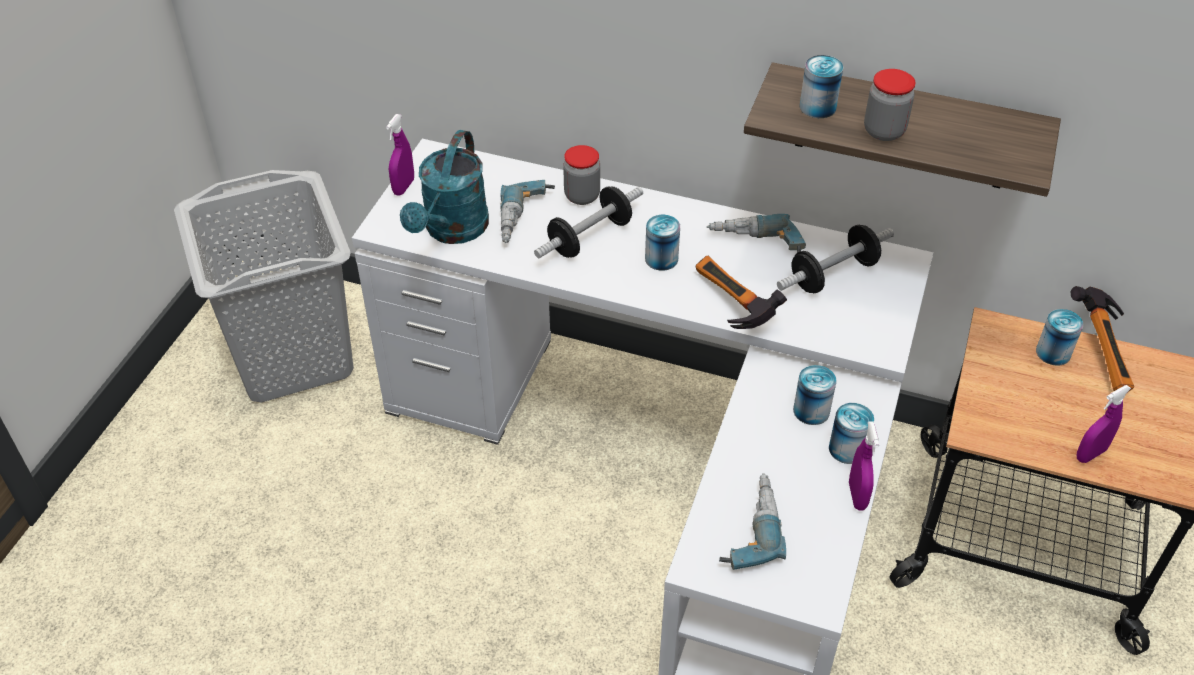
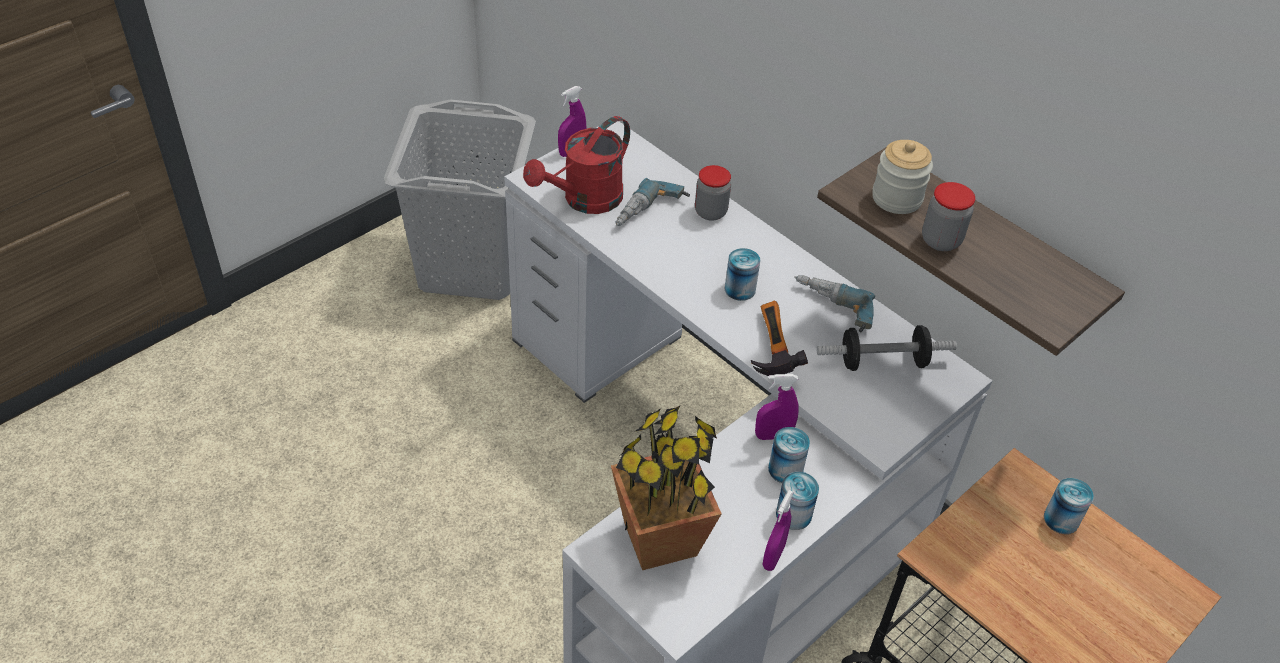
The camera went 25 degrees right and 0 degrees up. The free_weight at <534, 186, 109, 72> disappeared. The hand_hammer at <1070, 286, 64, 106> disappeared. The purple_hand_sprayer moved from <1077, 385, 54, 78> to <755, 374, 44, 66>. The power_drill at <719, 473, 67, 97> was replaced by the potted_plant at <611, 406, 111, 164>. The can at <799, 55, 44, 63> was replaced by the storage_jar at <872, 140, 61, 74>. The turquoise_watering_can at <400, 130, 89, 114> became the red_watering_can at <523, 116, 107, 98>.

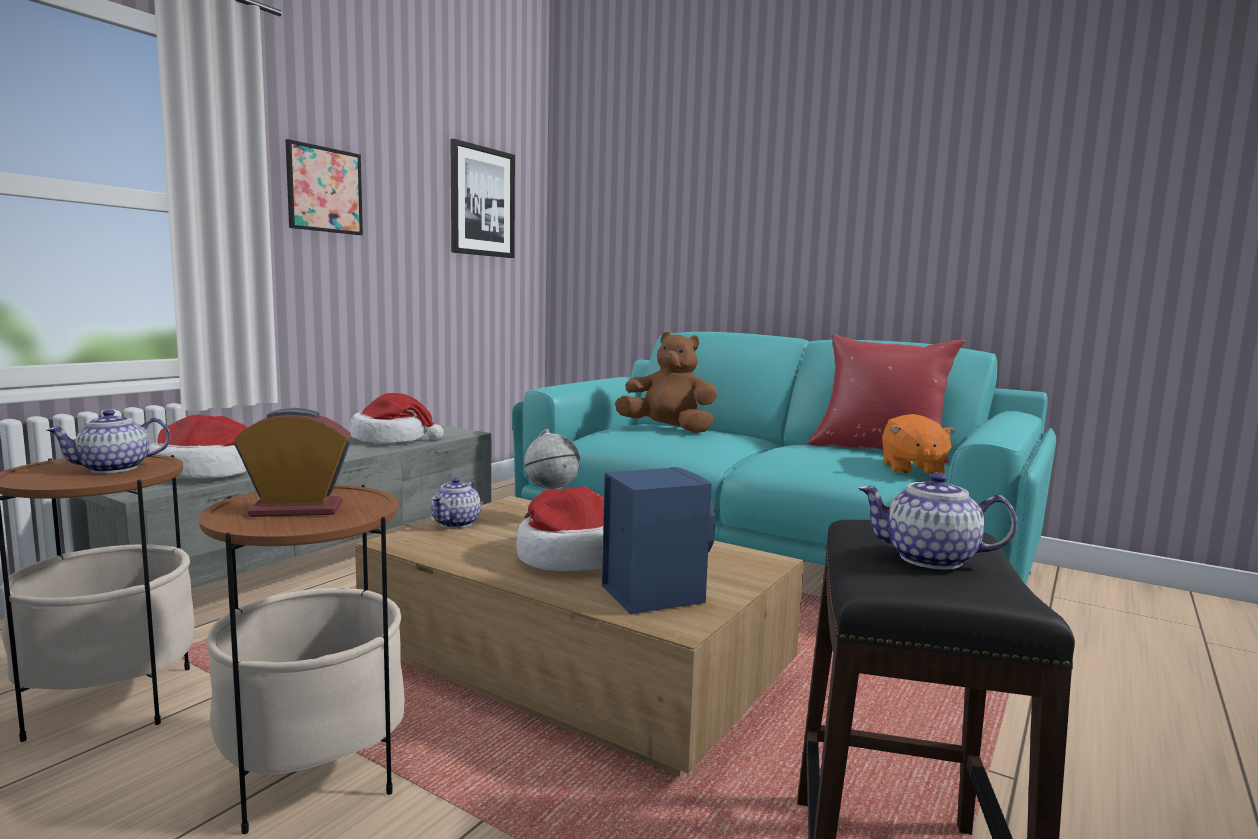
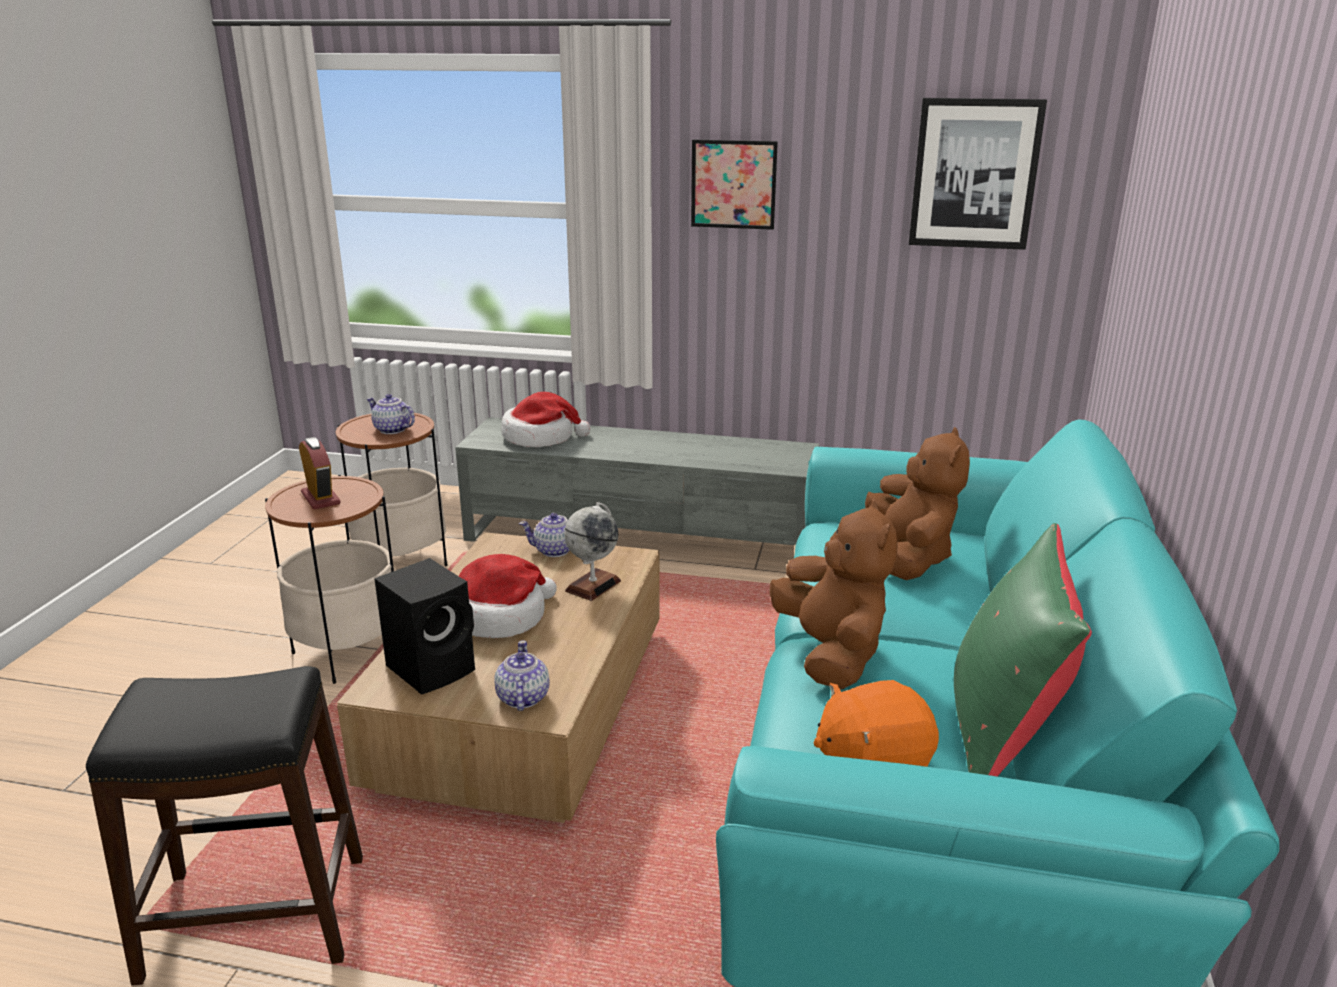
The camera went 70 degrees right and 15 degrees up. The hat at <349, 393, 95, 50> disappeared. The brown_soft_toy at <770, 499, 128, 191> appeared. The teapot moved from <858, 472, 160, 98> to <494, 640, 56, 71>. The bluish_loudspeaker at <602, 467, 113, 147> became the black-coloured_loudspeaker at <374, 558, 101, 137>. The red_pillow at <808, 334, 157, 129> became the greenish_pillow at <954, 523, 138, 253>.

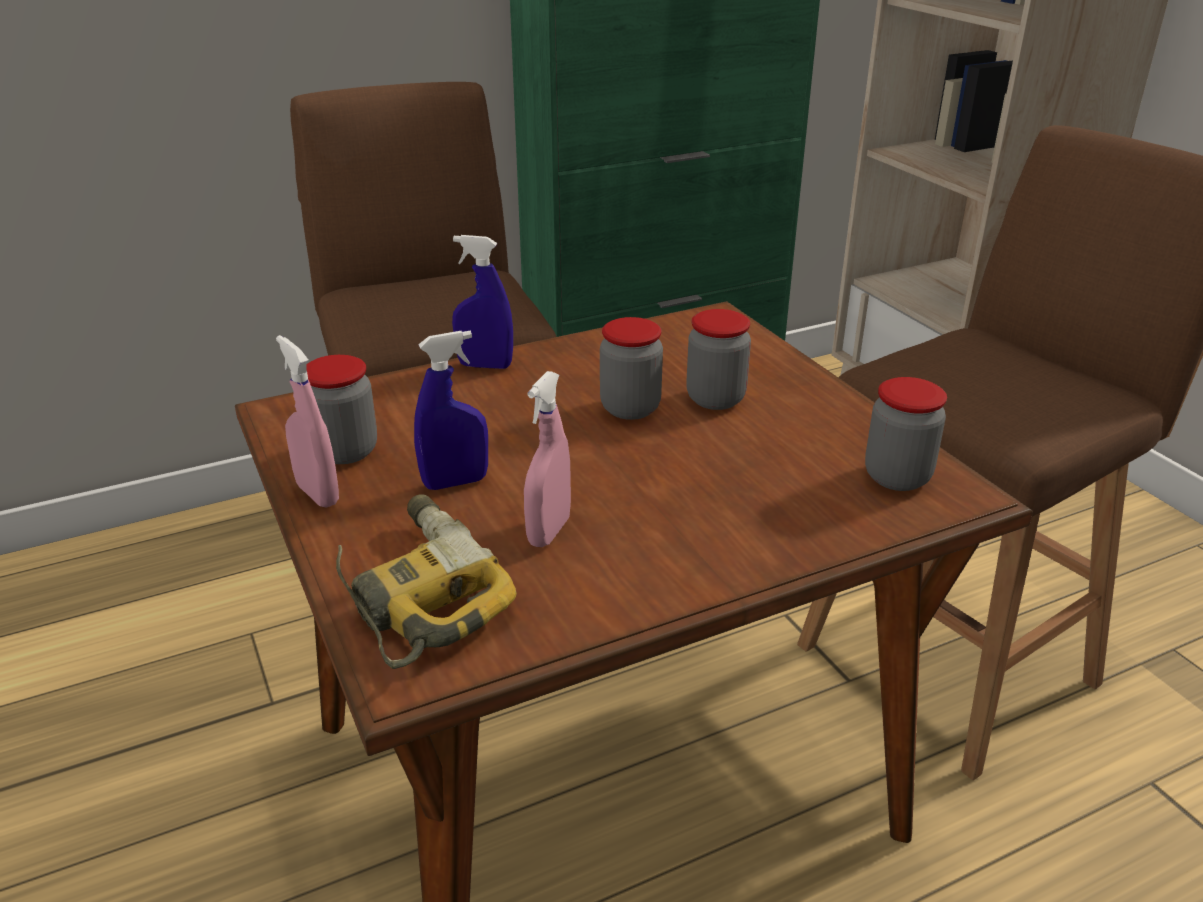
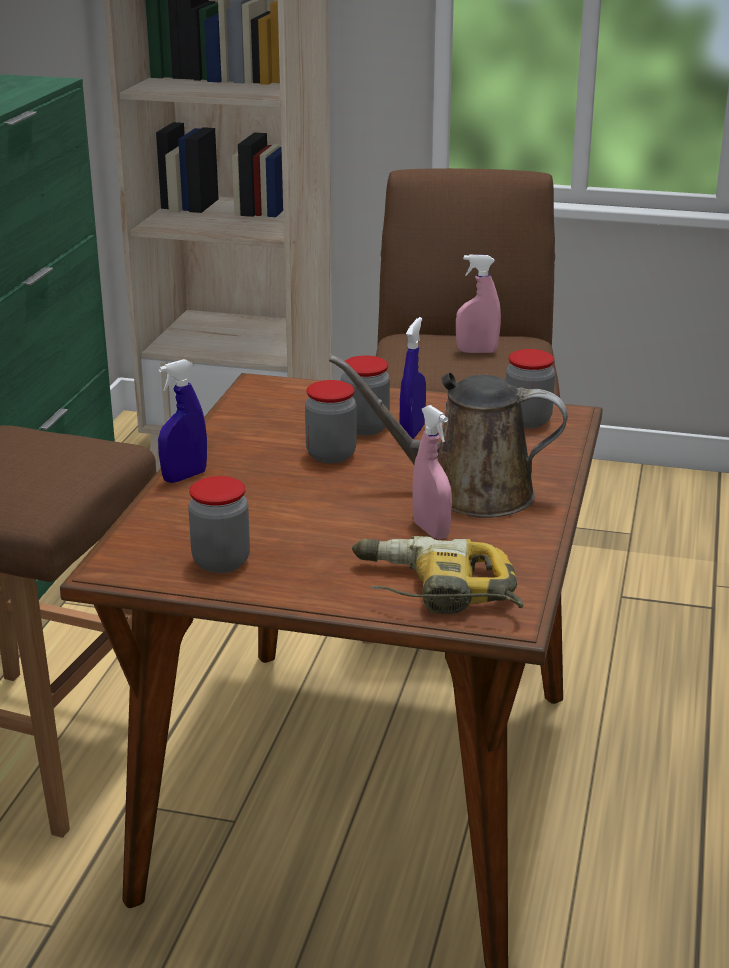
The camera went 50 degrees left and 5 degrees down. The brown_watering_can at <329, 355, 239, 163> appeared. The pink-coloured_hand_sprayer moved from <276, 335, 63, 173> to <456, 255, 45, 98>. The bluish_hand_sprayer moved from <414, 331, 74, 159> to <399, 317, 27, 122>.

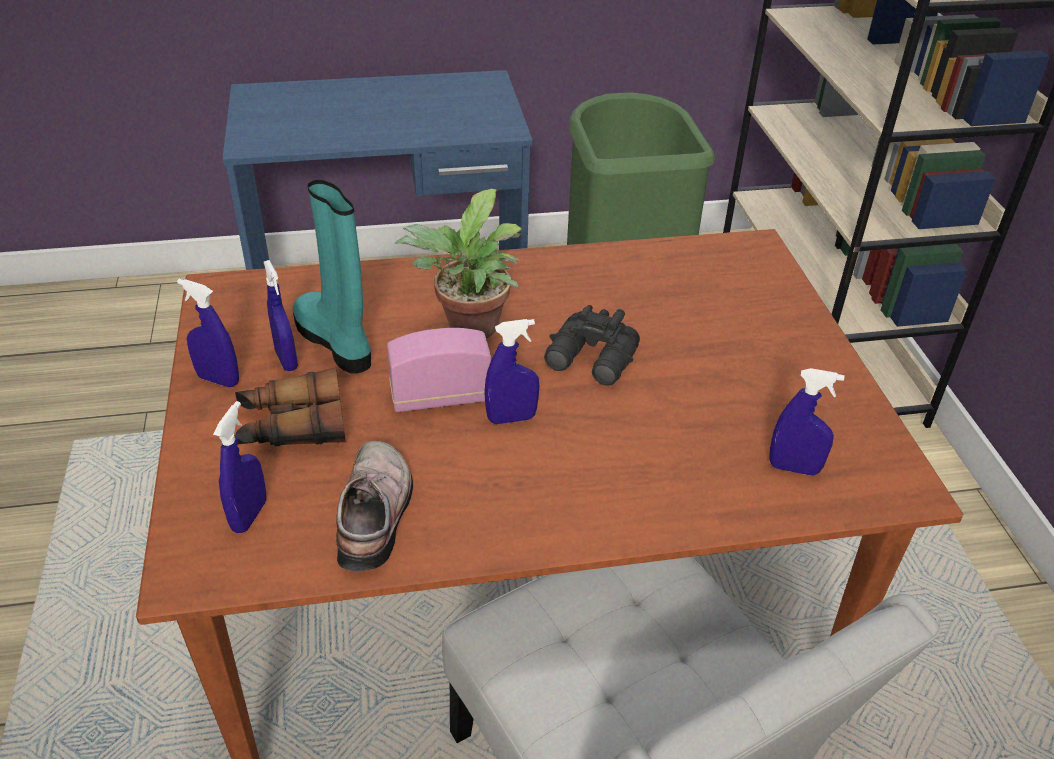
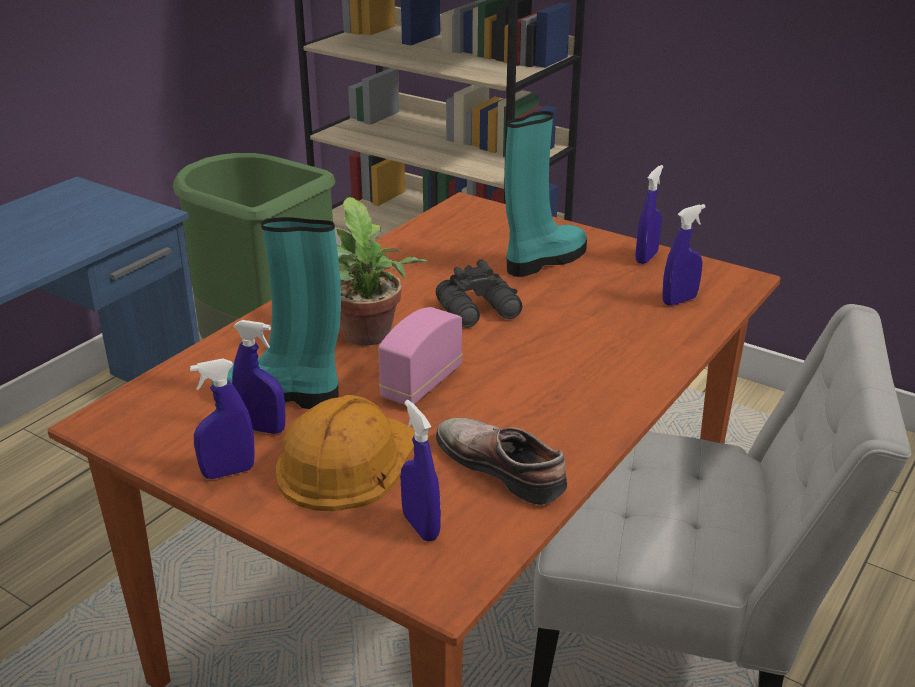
The camera went 45 degrees left and 10 degrees down. The turquoise_boot at <505, 111, 82, 166> appeared. The bluish_hand_sprayer moved from <484, 319, 56, 105> to <636, 165, 28, 99>. The field_glasses at <235, 367, 111, 80> was replaced by the orange-coloured_work_helmet at <276, 395, 139, 116>.

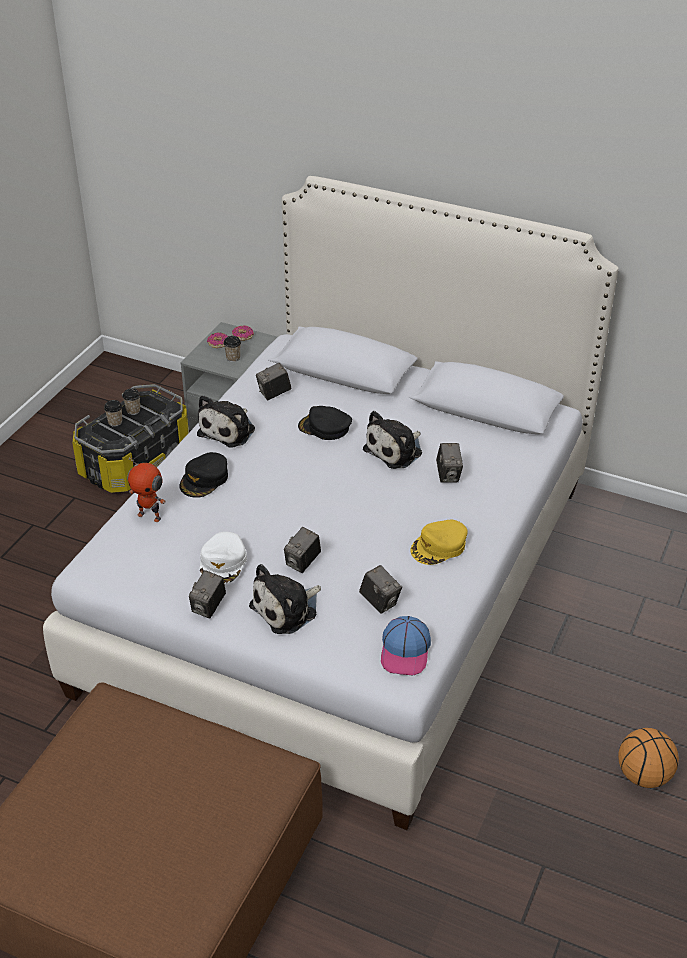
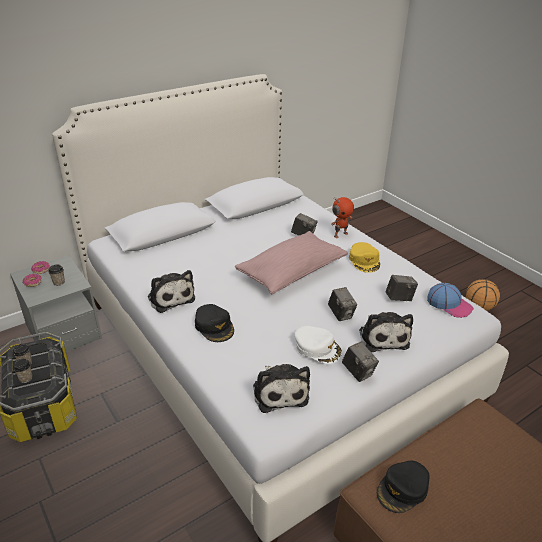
The camera went 60 degrees left and 5 degrees down. The photo_camera at <256, 363, 35, 37> disappeared. The pink-coloured_pillow at <235, 231, 113, 63> appeared. The robot_figure moved from <127, 455, 39, 67> to <331, 197, 23, 41>. The black-coloured_cap moved from <298, 406, 54, 34> to <377, 461, 53, 52>. The soft_toy moved from <363, 411, 59, 58> to <253, 364, 57, 49>.

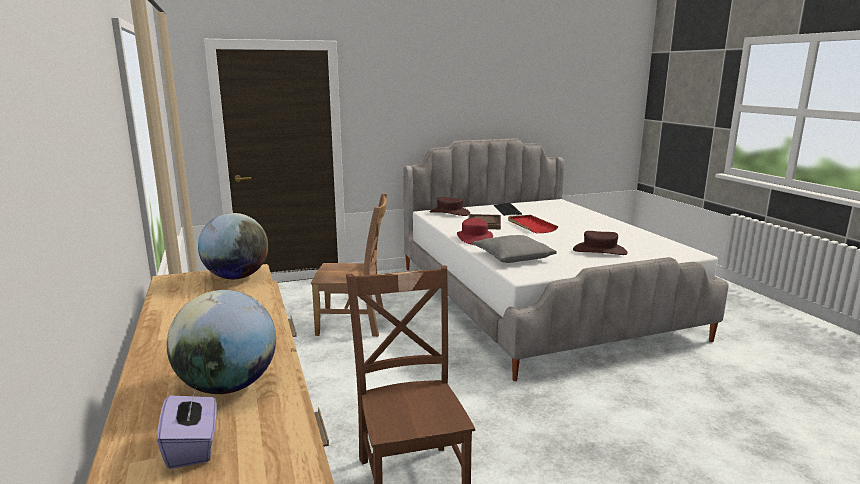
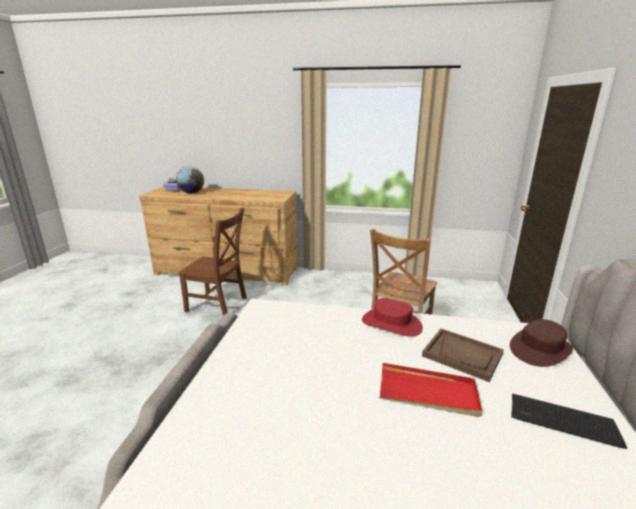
The camera went 120 degrees right and 5 degrees up. The globe at <198, 213, 70, 66> disappeared. The grey_pillow at <472, 235, 85, 28> disappeared. The brown_hat at <573, 231, 55, 24> disappeared.

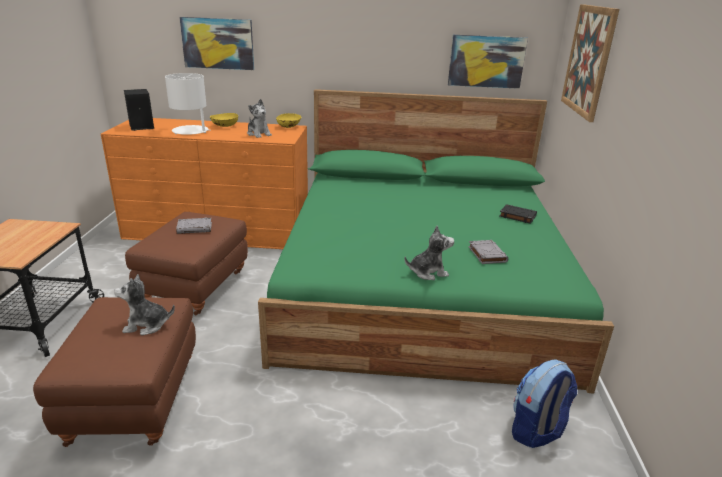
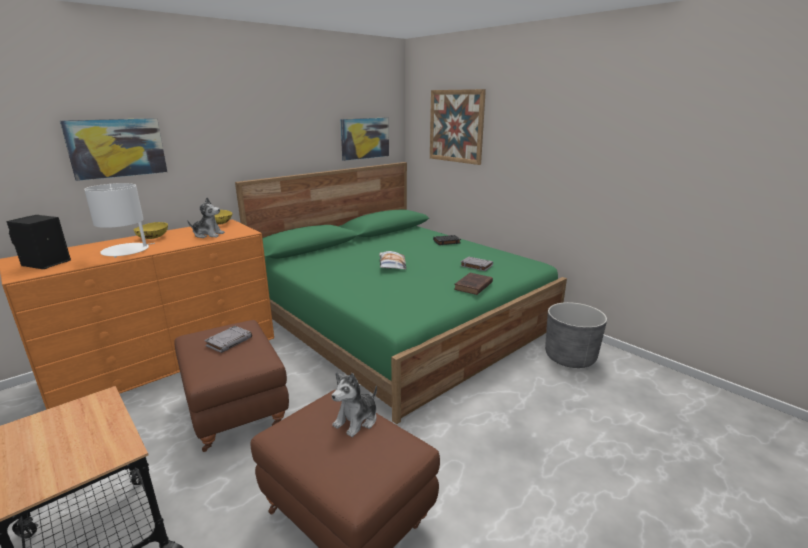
The camera went 45 degrees left and 5 degrees down. The pillow at <379, 251, 27, 19> appeared. The soft_toy at <405, 226, 49, 54> was replaced by the brown_volume at <454, 273, 39, 22>. The backpack at <512, 359, 66, 89> was replaced by the grey_plant_pot at <545, 302, 62, 66>.

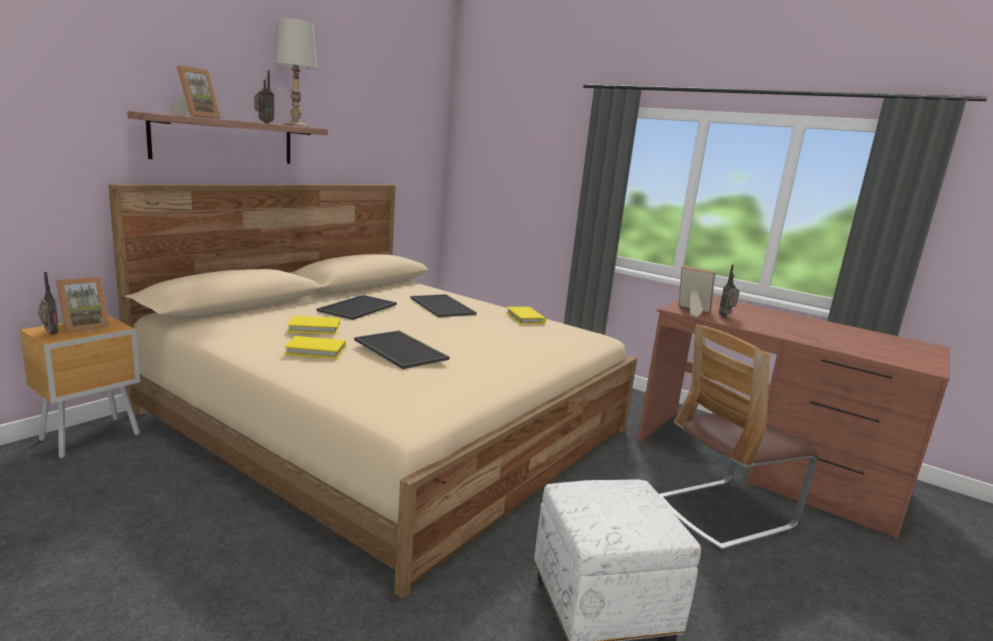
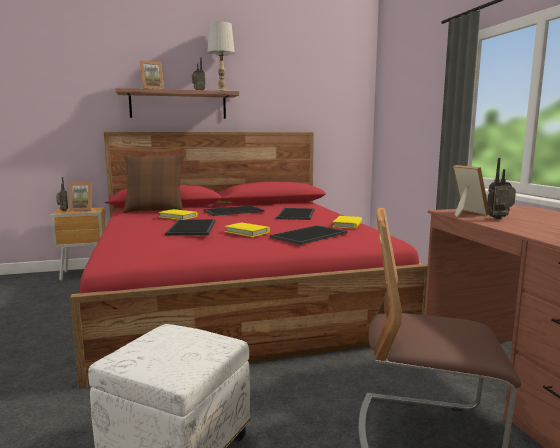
The camera went 40 degrees right and 5 degrees down. The brown_pillow at <123, 154, 61, 59> appeared. The carrying_tray at <270, 225, 77, 20> appeared. The yellow_volume moved from <284, 336, 62, 23> to <224, 222, 46, 15>. The sand-coloured_bed at <108, 184, 529, 415> became the red_bed at <70, 132, 358, 257>.

